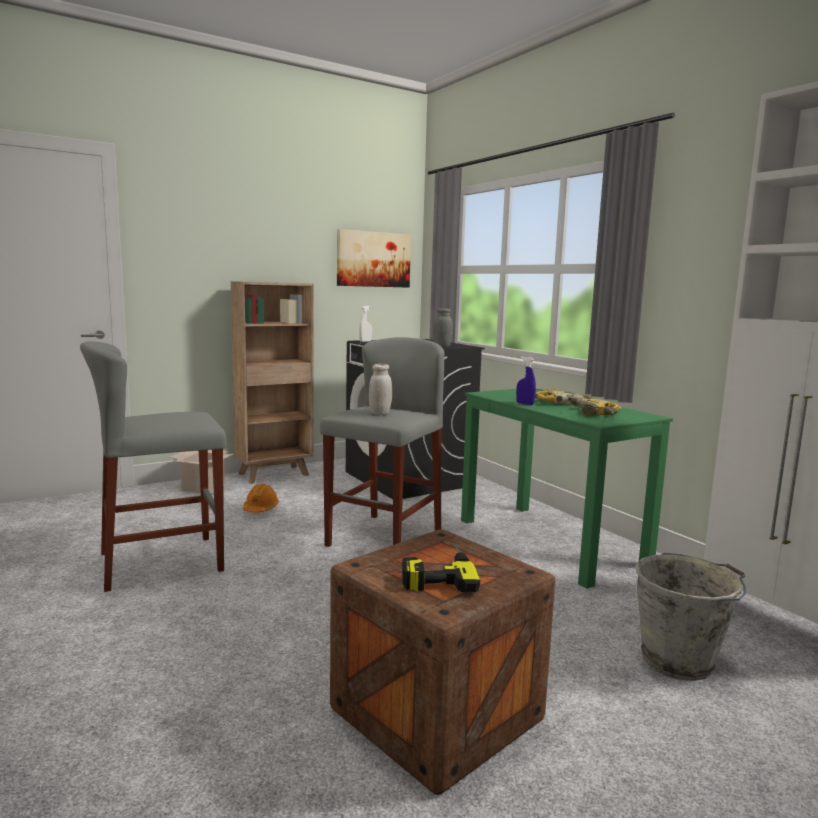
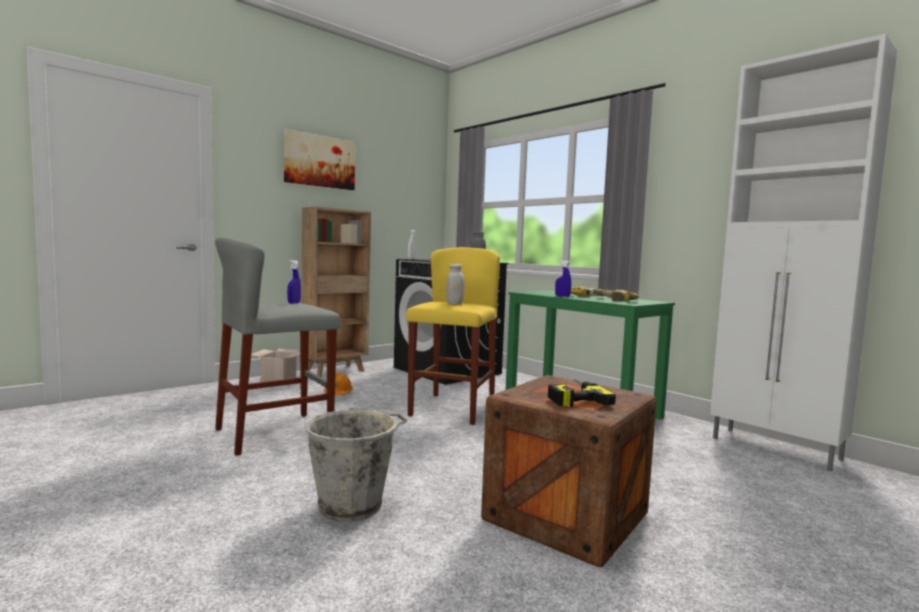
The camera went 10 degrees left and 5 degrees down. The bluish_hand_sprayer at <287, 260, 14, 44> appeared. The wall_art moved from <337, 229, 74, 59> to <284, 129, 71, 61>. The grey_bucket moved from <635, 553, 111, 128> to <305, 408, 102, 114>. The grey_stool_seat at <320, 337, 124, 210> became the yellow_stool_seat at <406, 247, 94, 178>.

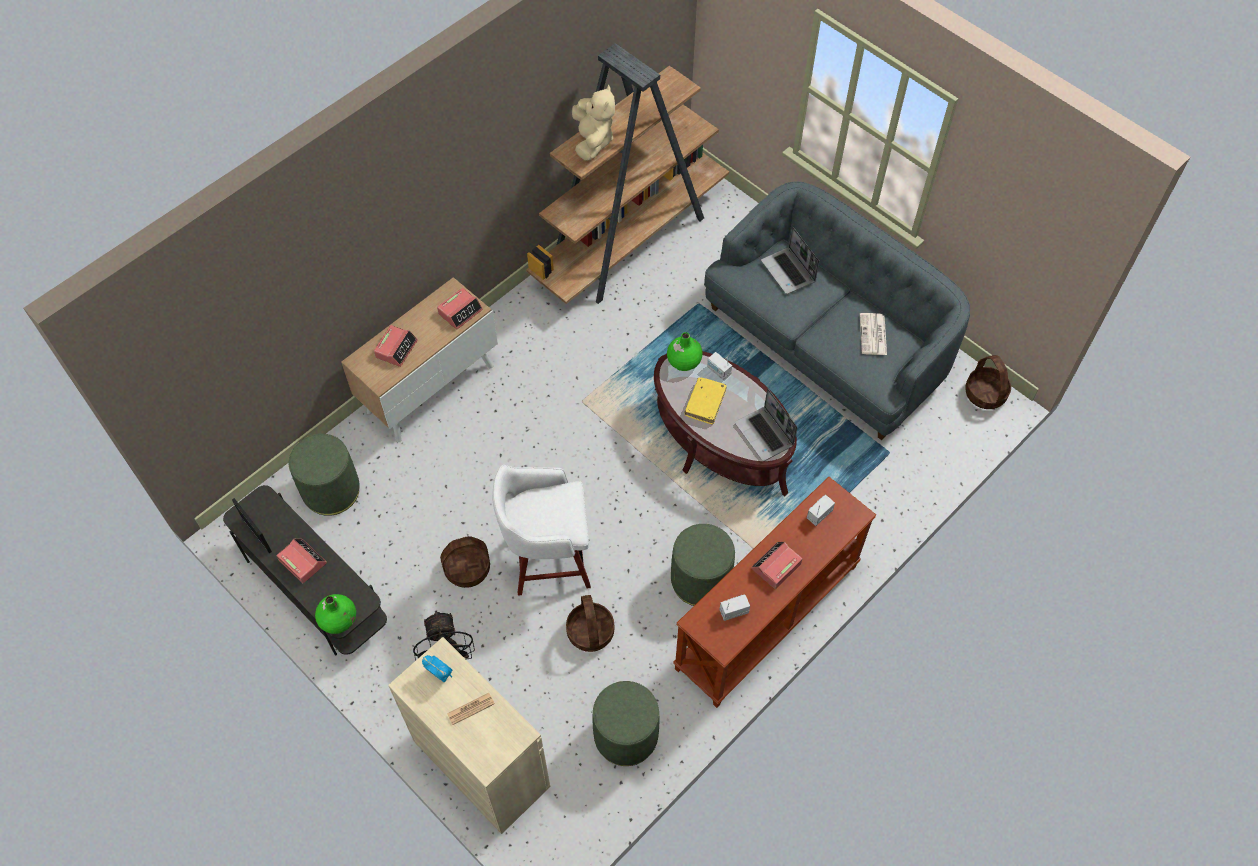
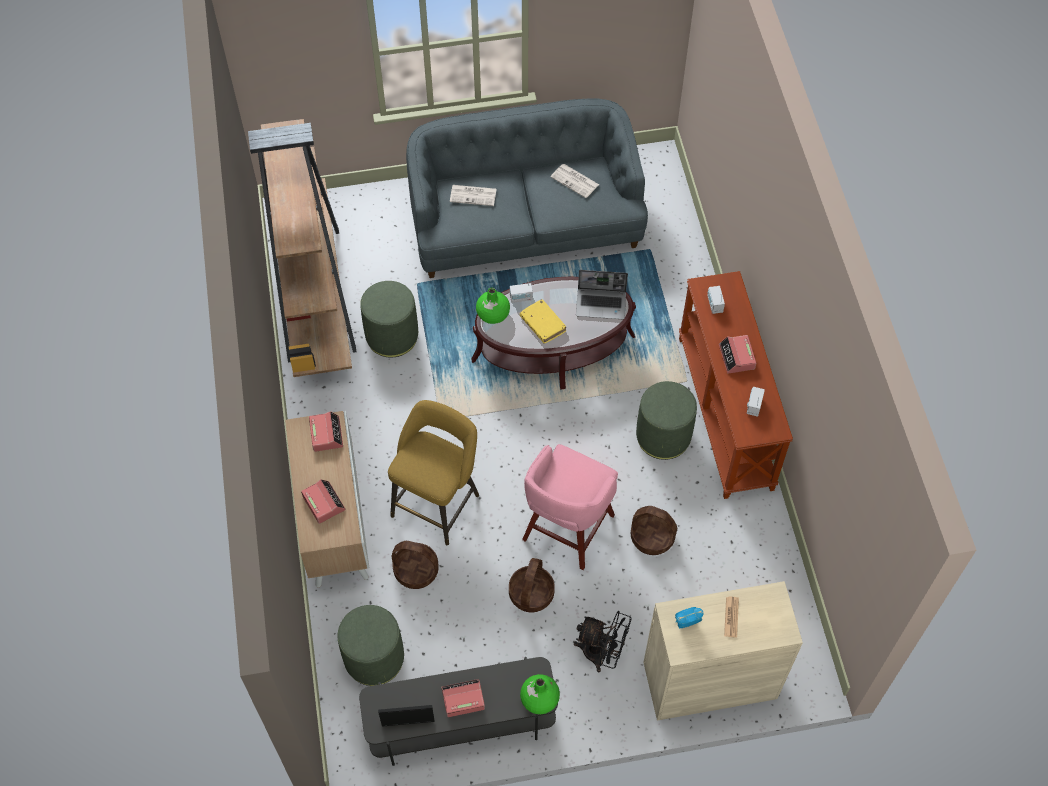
The camera went 55 degrees left and 0 degrees up. The sand-coloured_soft_toy at <572, 85, 43, 76> disappeared. The yellow_stool_seat at <388, 400, 91, 145> appeared. The greenish_footrest moved from <593, 681, 66, 85> to <360, 281, 58, 77>. The storage_basket moved from <965, 355, 46, 54> to <391, 541, 48, 48>. The portable_computer at <761, 227, 58, 67> was replaced by the daily_paper at <450, 185, 46, 21>. The white-coloured_stool_seat at <492, 465, 99, 131> became the pink-coloured_stool_seat at <522, 444, 96, 126>.

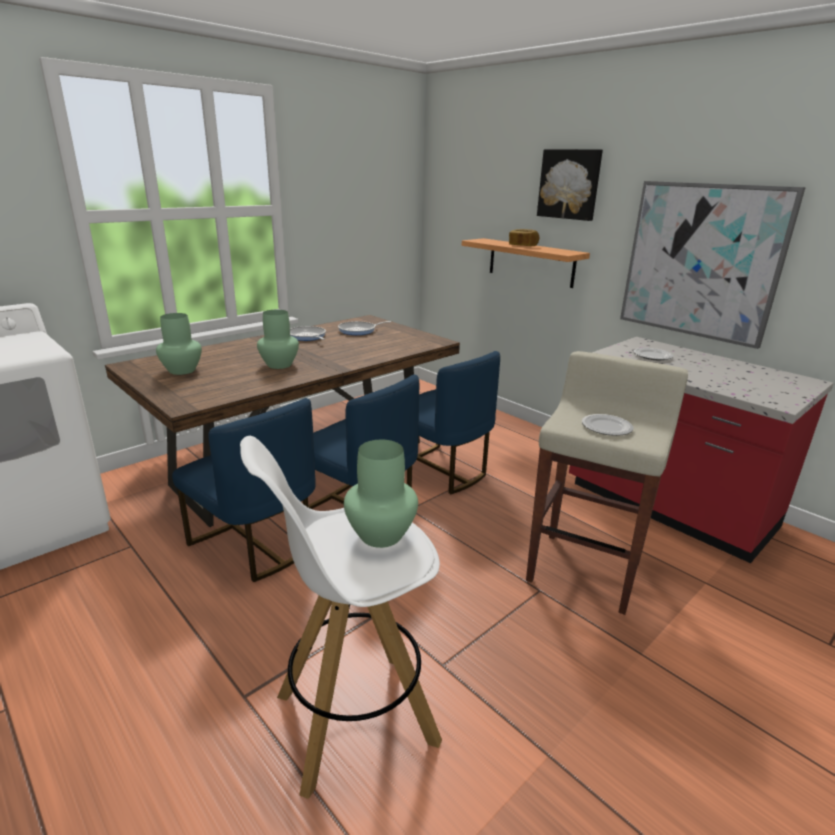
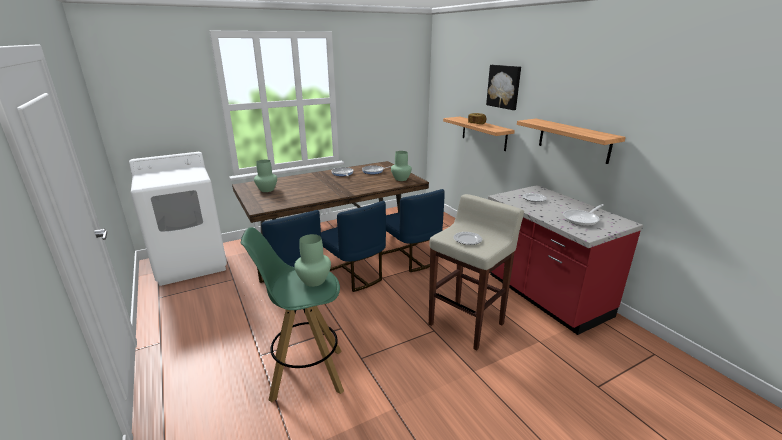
The camera went 15 degrees right and 0 degrees up. The pan at <563, 204, 41, 22> appeared. The greenish_decorative_vase moved from <257, 310, 42, 59> to <391, 151, 21, 30>. The wall_art at <620, 181, 186, 168> was replaced by the shelf at <517, 119, 109, 45>. The white-coloured_stool_seat at <240, 436, 202, 363> became the greenish_stool_seat at <241, 227, 103, 175>.

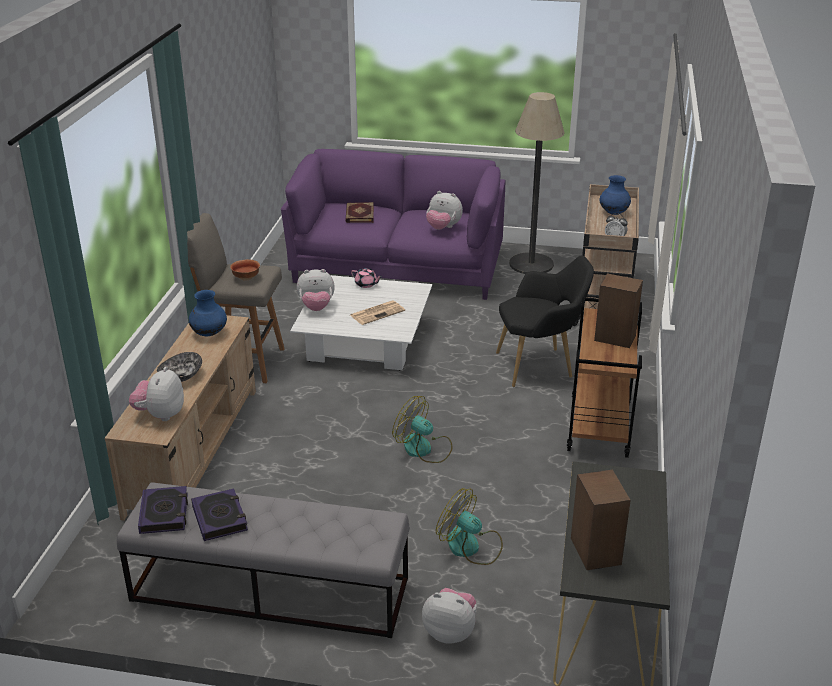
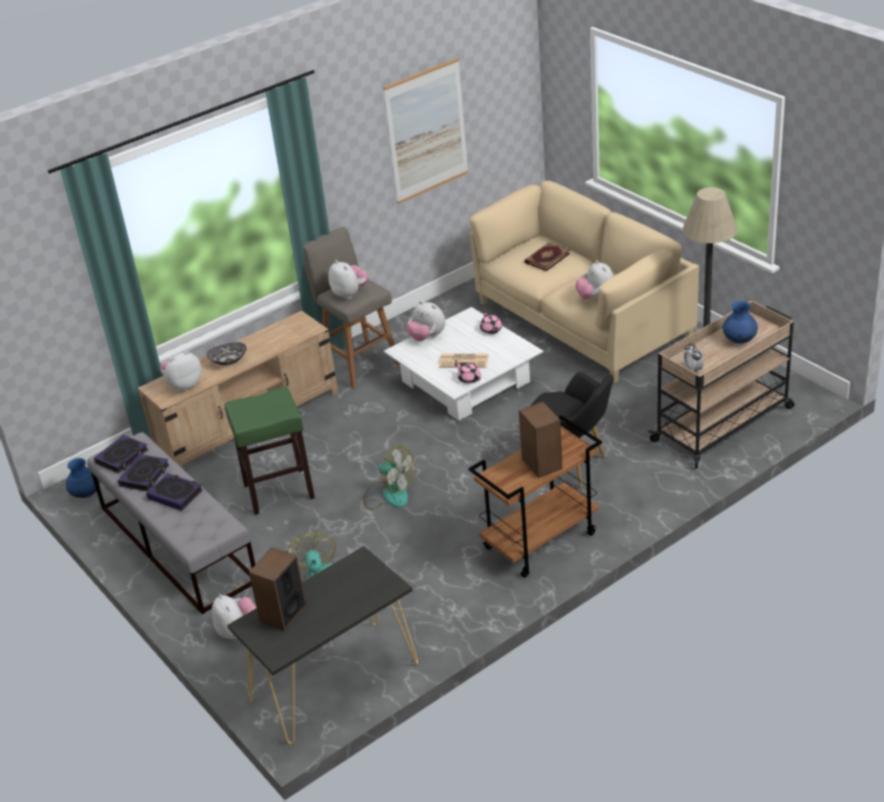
The camera went 45 degrees right and 5 degrees up. The volume at <146, 473, 57, 38> appeared. The greenish_stool_seat at <224, 387, 91, 128> appeared. The wall_art at <383, 58, 86, 146> appeared. The pink-coloured_teapot at <455, 360, 26, 24> appeared. The bluish_decorative_vase moved from <189, 290, 38, 47> to <66, 458, 34, 40>. The deep_dish at <230, 259, 30, 22> was replaced by the soft_toy at <328, 260, 41, 39>. The purple_sofa at <281, 149, 224, 151> became the sand-coloured_sofa at <469, 181, 230, 202>. The electric_fan at <392, 396, 60, 67> turned 135 degrees clockwise.

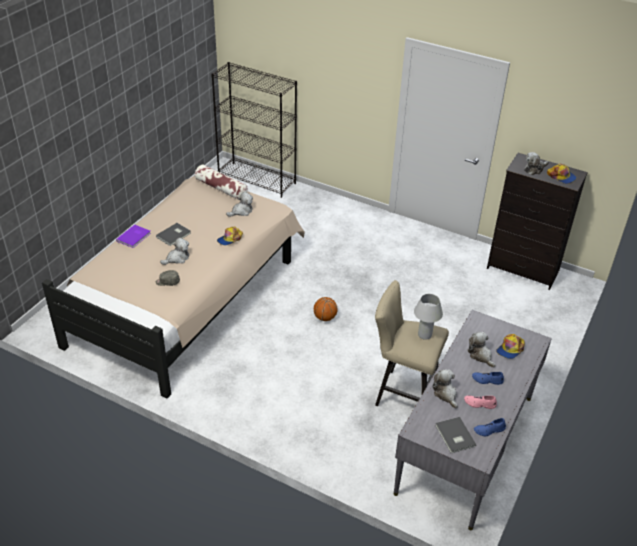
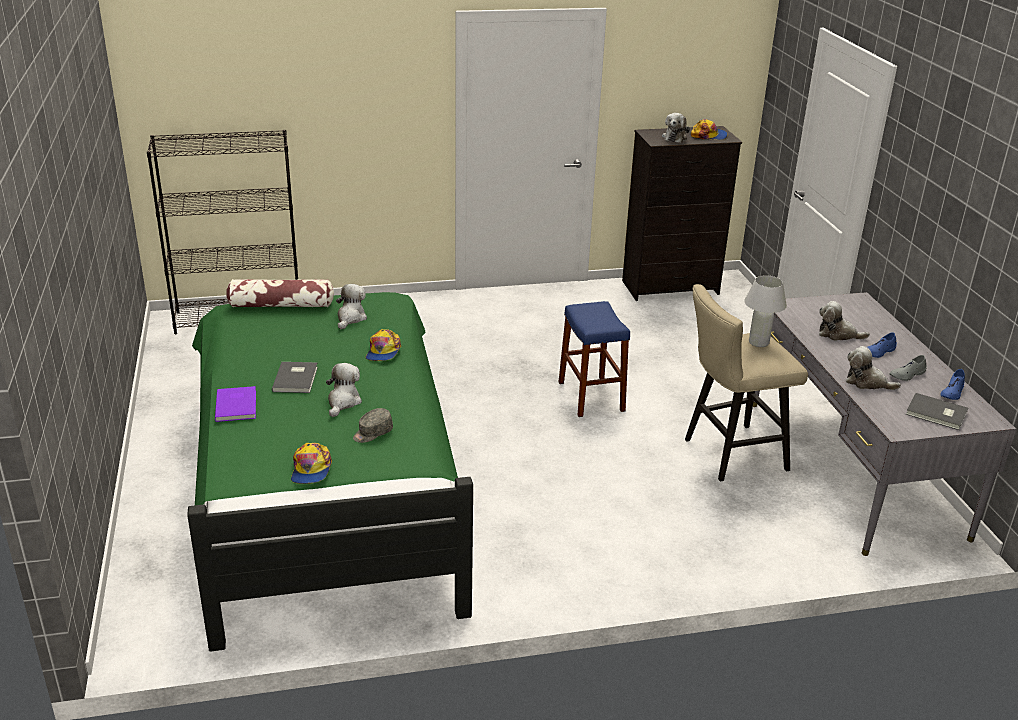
The camera went 40 degrees left and 10 degrees down. The ball_for_basketball at <314, 297, 23, 24> disappeared. The bluish_stool_seat at <559, 301, 71, 116> appeared. The cap moved from <496, 334, 29, 25> to <291, 443, 41, 41>. The sand-coloured_bed at <42, 176, 263, 222> became the greenish_bed at <187, 292, 286, 360>. The pink-coloured_low_shoe at <464, 395, 33, 14> became the grey_low_shoe at <889, 355, 38, 26>.

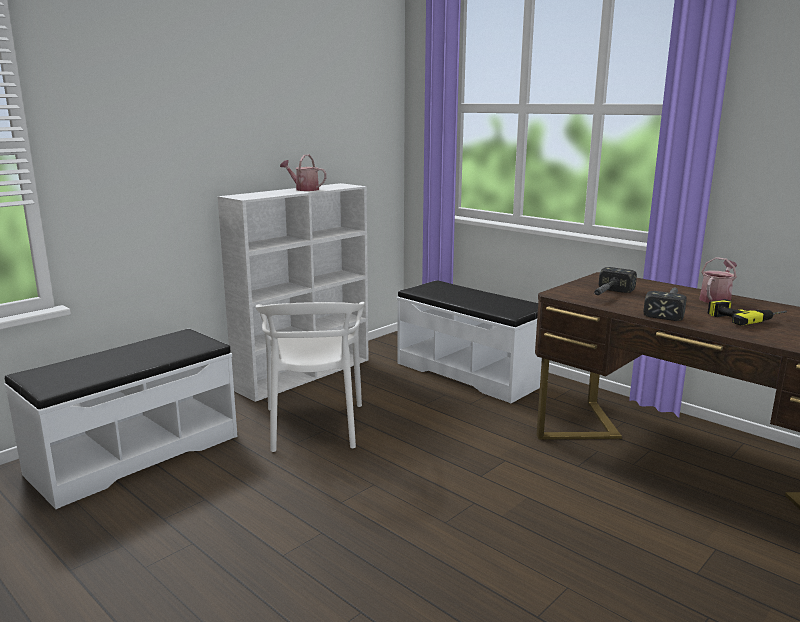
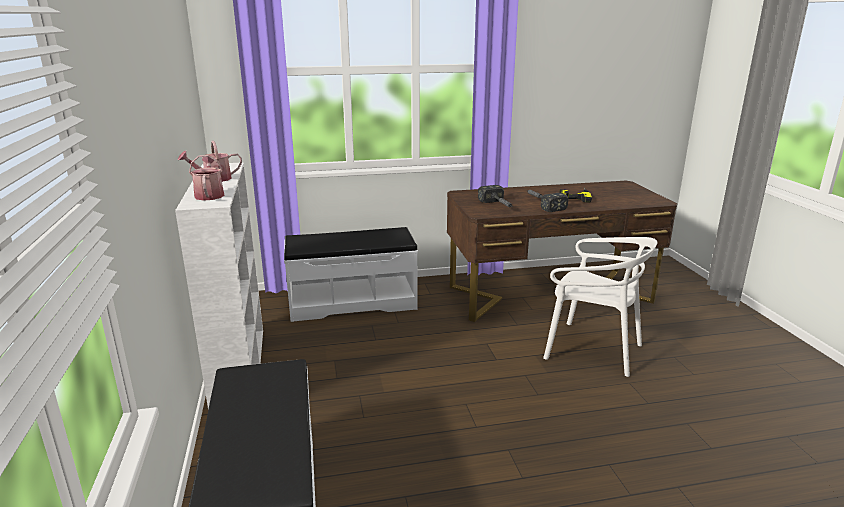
The camera went 55 degrees left and 5 degrees up. The white-coloured_upright_chair moved from <255, 302, 110, 150> to <543, 237, 114, 140>. The watering_can moved from <700, 257, 37, 46> to <189, 155, 35, 46>.

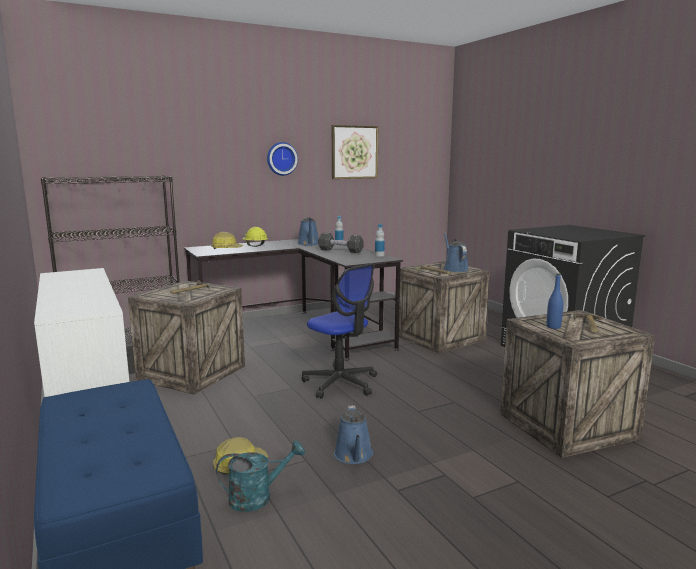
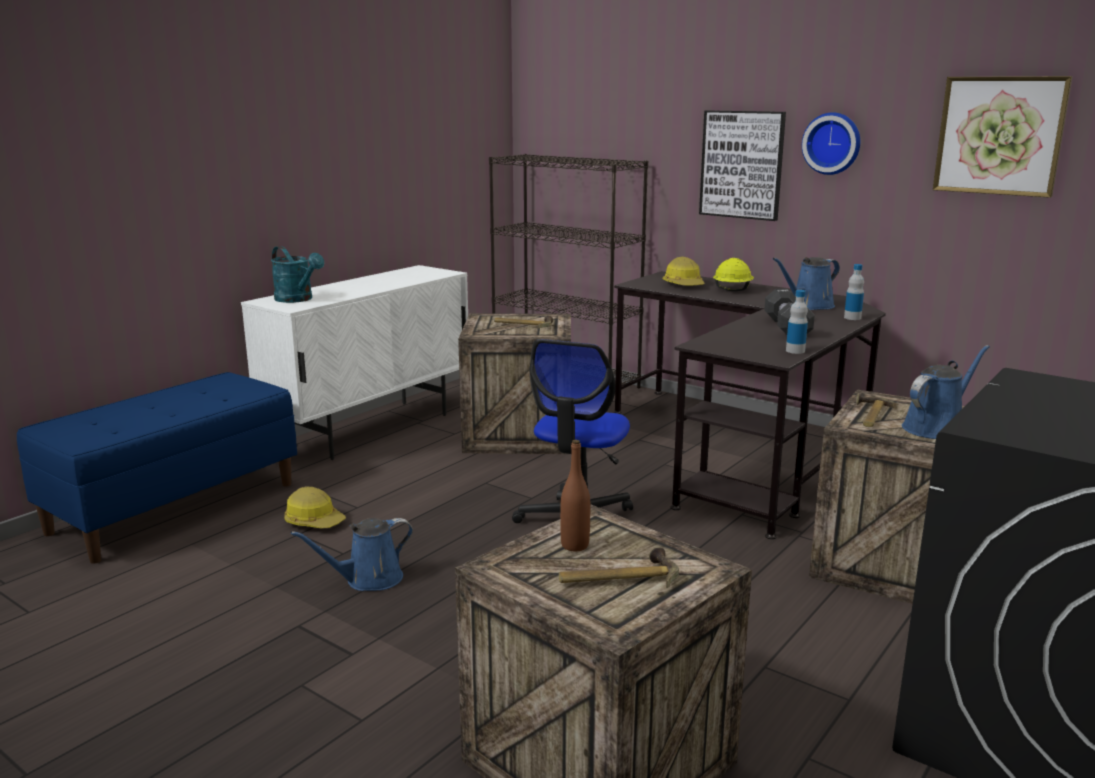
The camera went 65 degrees right and 5 degrees up. The wall_art at <699, 110, 87, 111> appeared. The turquoise_watering_can moved from <216, 440, 89, 72> to <271, 246, 53, 57>. The bluish_bottle at <547, 274, 16, 55> became the brown_bottle at <560, 440, 30, 111>.

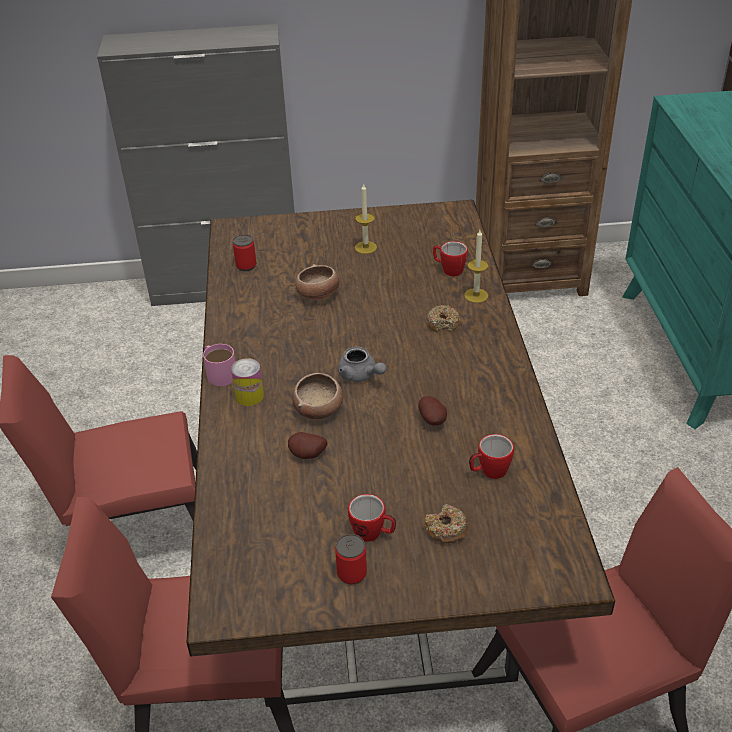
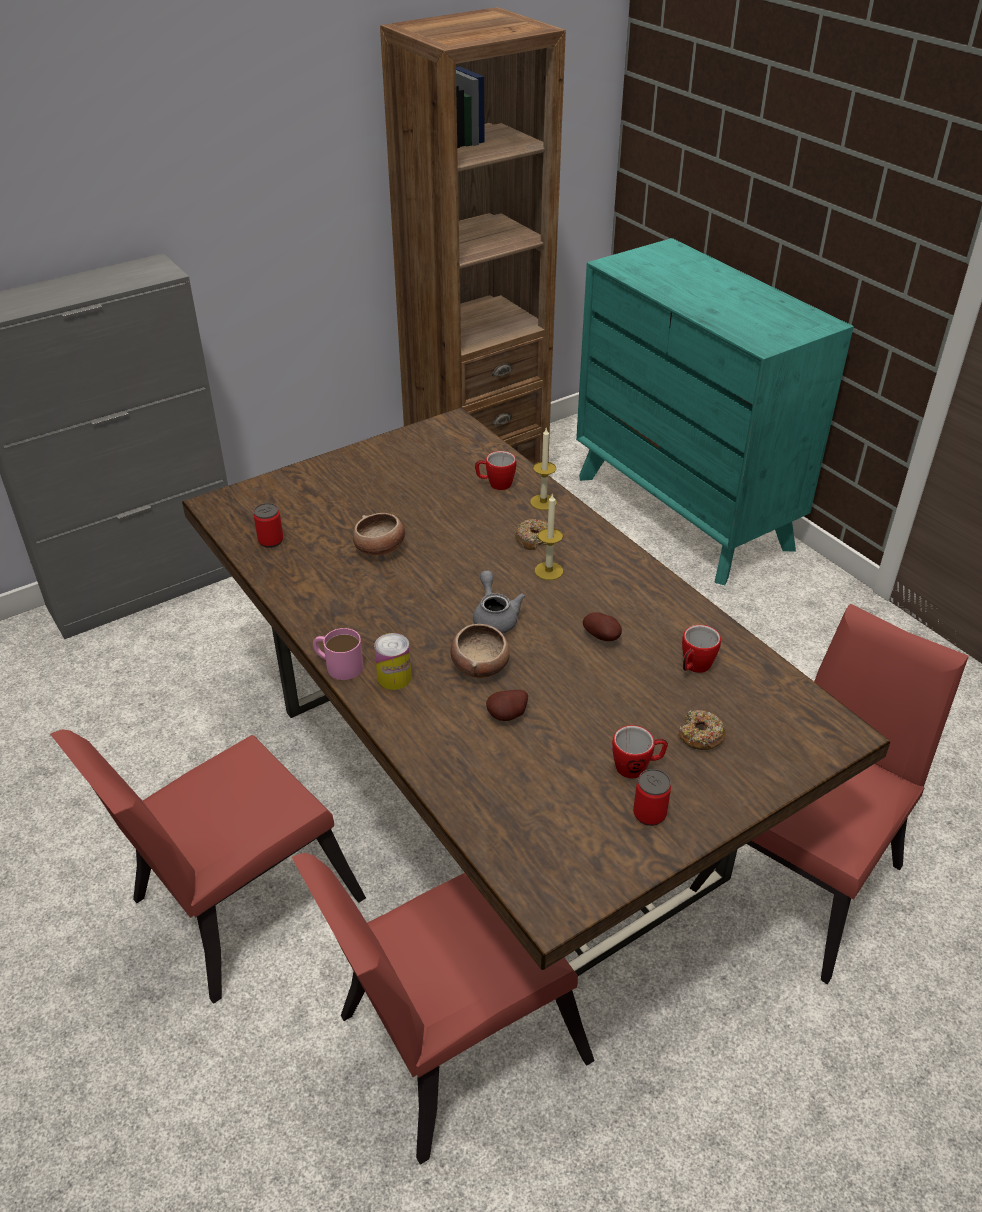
The camera went 30 degrees left and 0 degrees up. The candle moved from <355, 184, 22, 70> to <535, 493, 28, 87>. The grey_teapot at <338, 346, 49, 36> turned 120 degrees counterclockwise.

